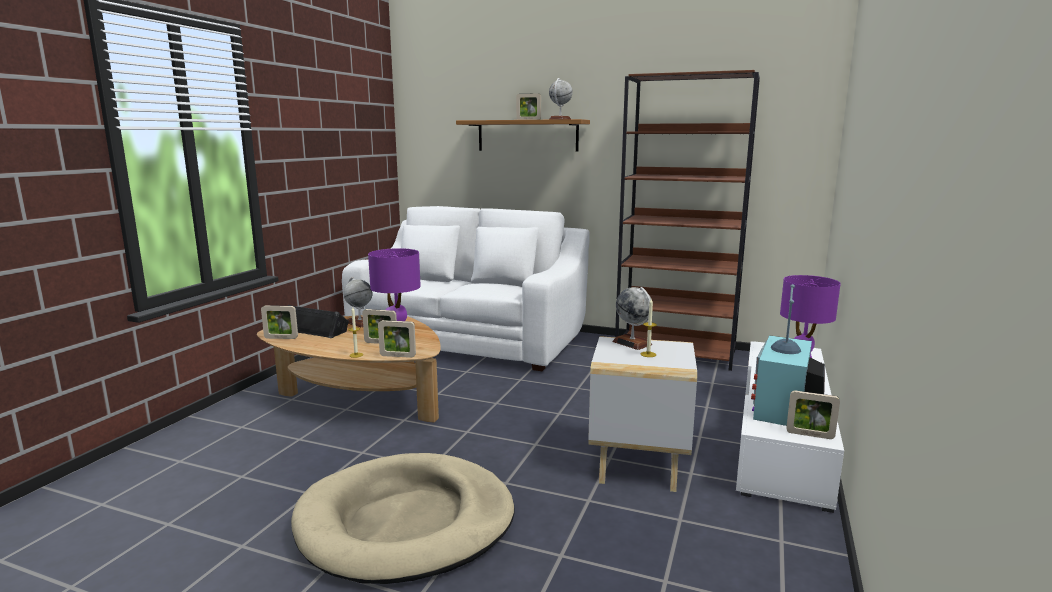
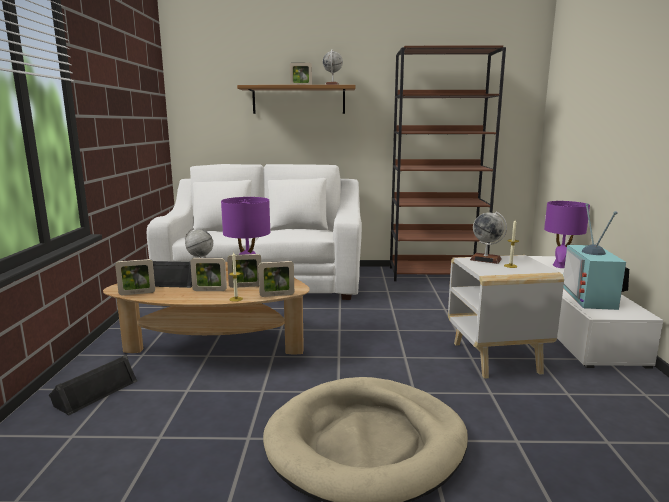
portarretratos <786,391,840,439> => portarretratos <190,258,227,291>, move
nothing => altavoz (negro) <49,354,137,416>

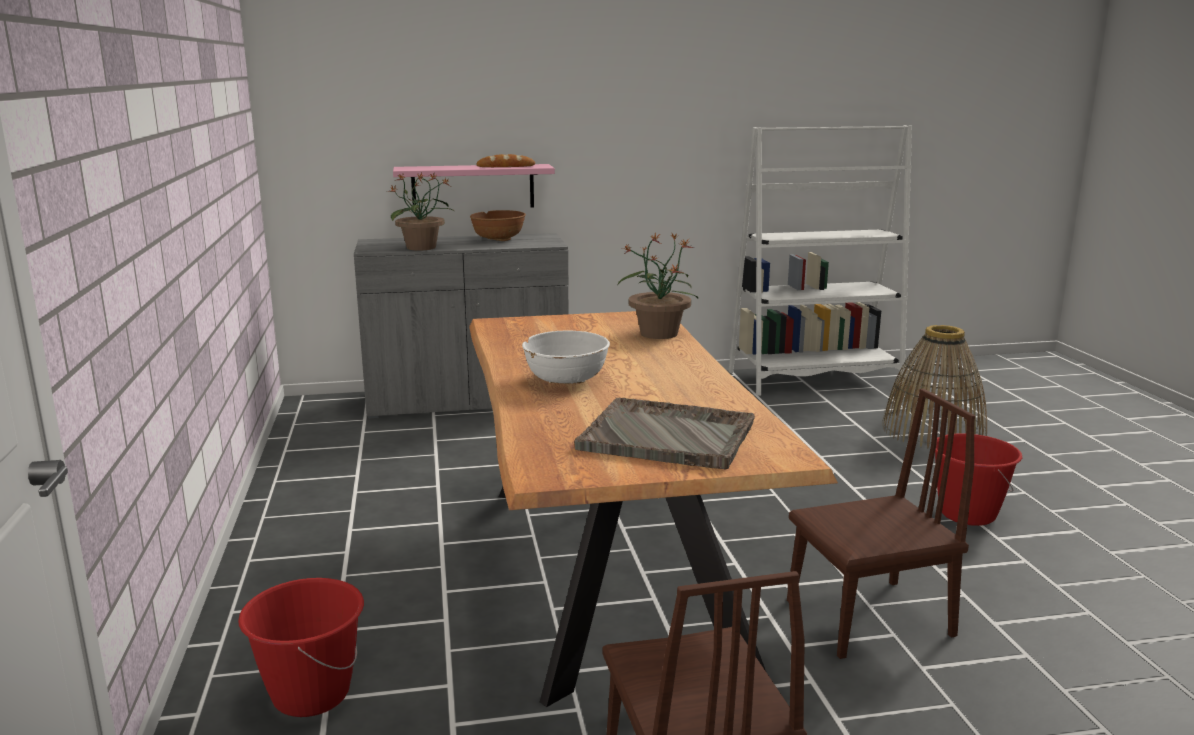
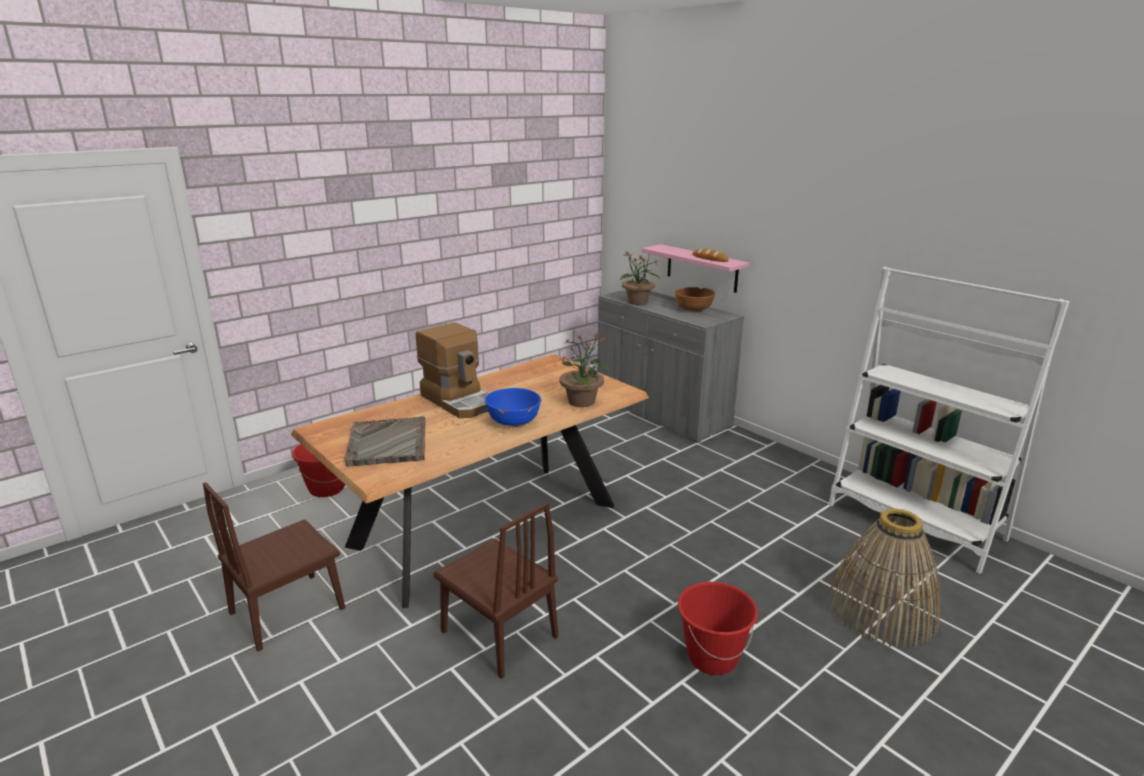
cuenco (blanco) <522,331,610,384> => cafetera <416,322,489,418>
nothing => cuenco (azul) <485,388,541,427>

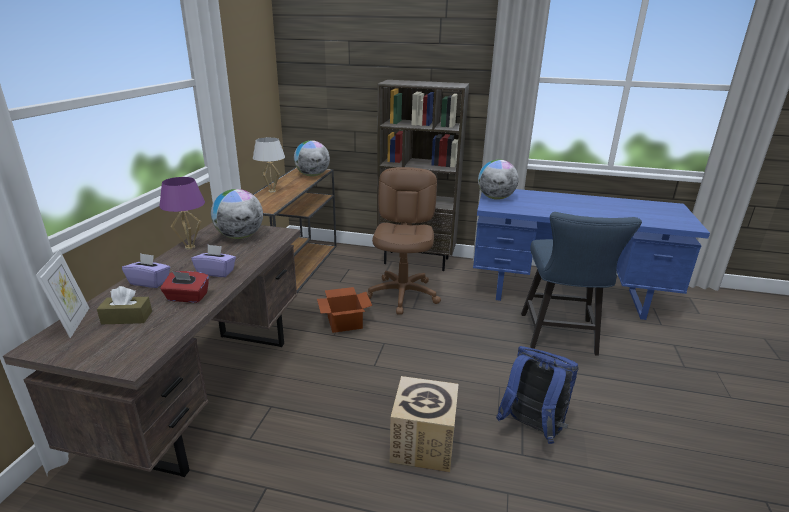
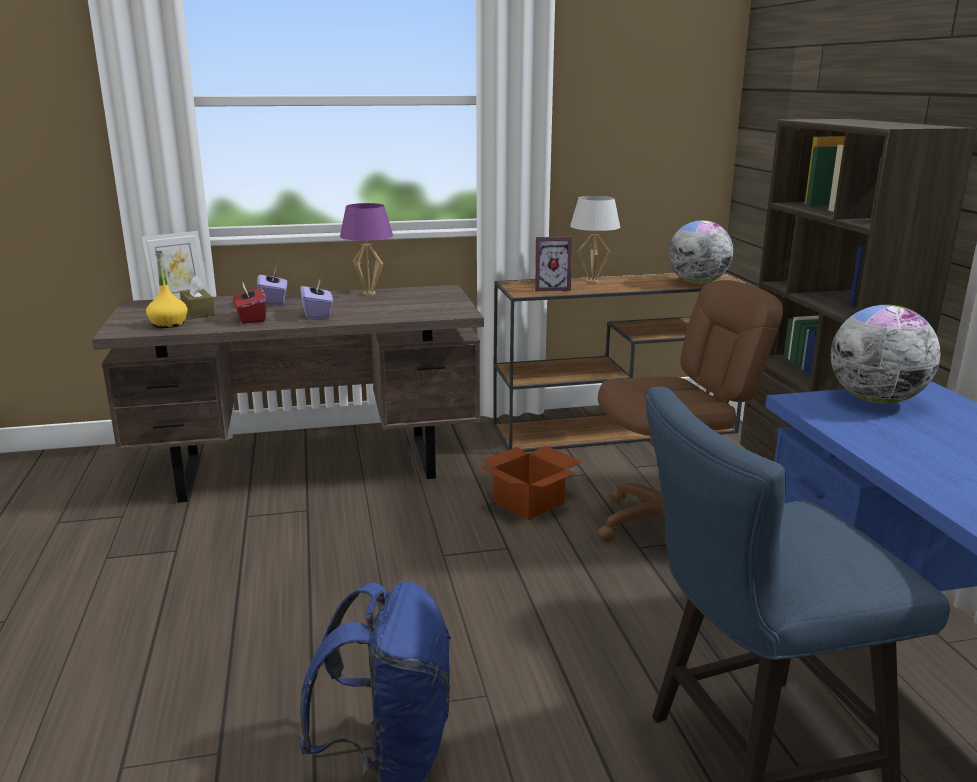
globo terráqueo <211,189,263,239> => nothing
caja de cartón <390,376,459,473> => nothing
nothing => portarretratos <535,236,572,292>
nothing => botella (amarillo) <146,251,188,328>

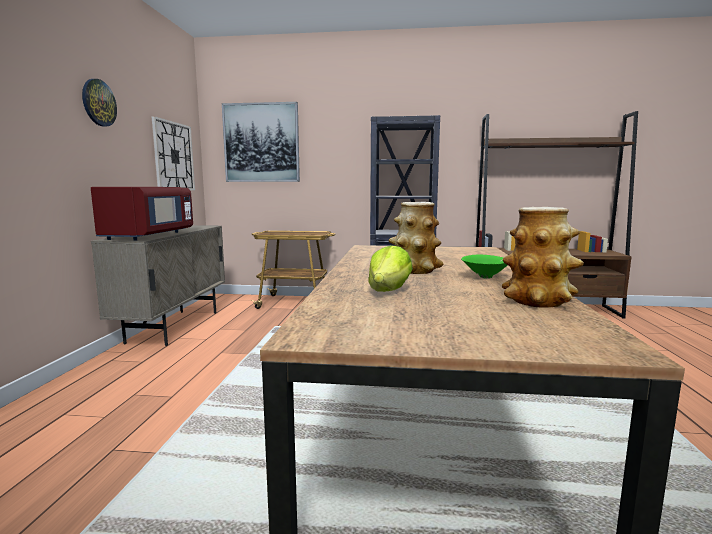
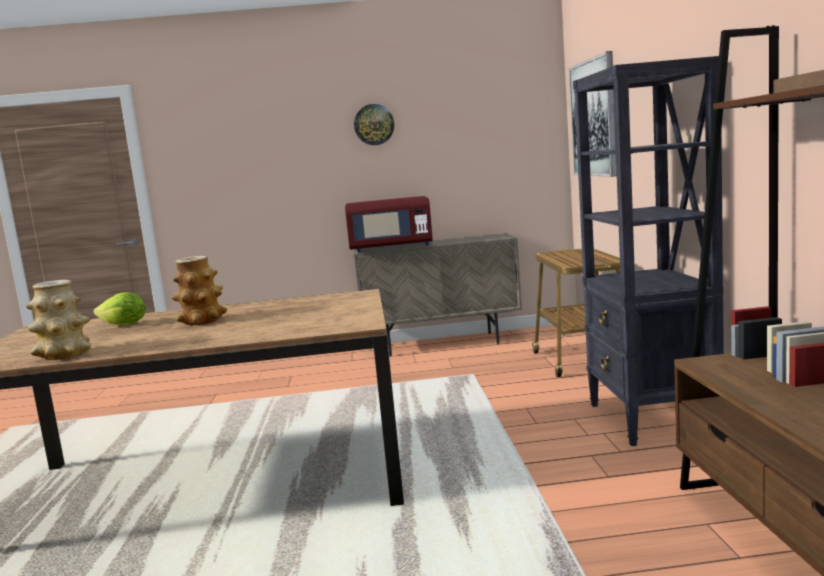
reloj de pared <151,116,195,191> => nothing
cuenco (verde) <461,254,507,279> => nothing

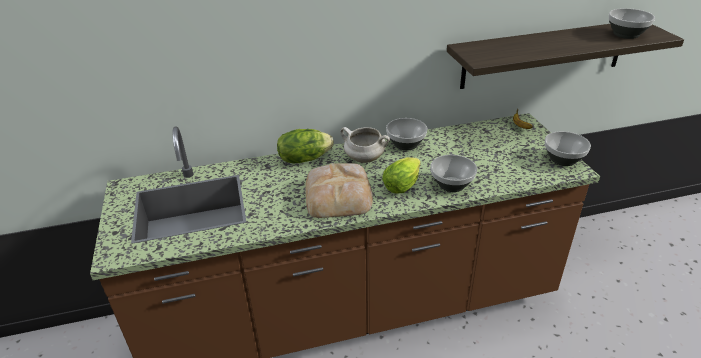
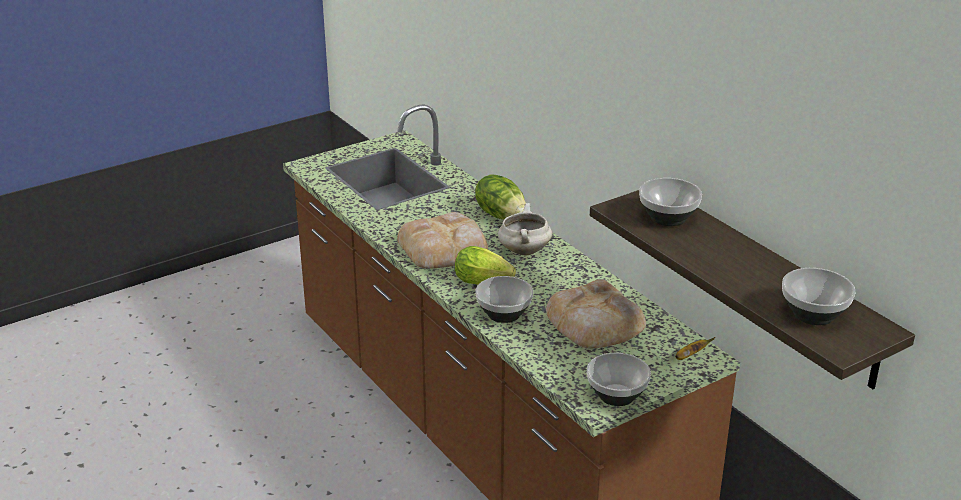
cuenco <386,118,427,150> => cuenco <639,178,702,226>, move
nothing => pan <546,279,646,348>

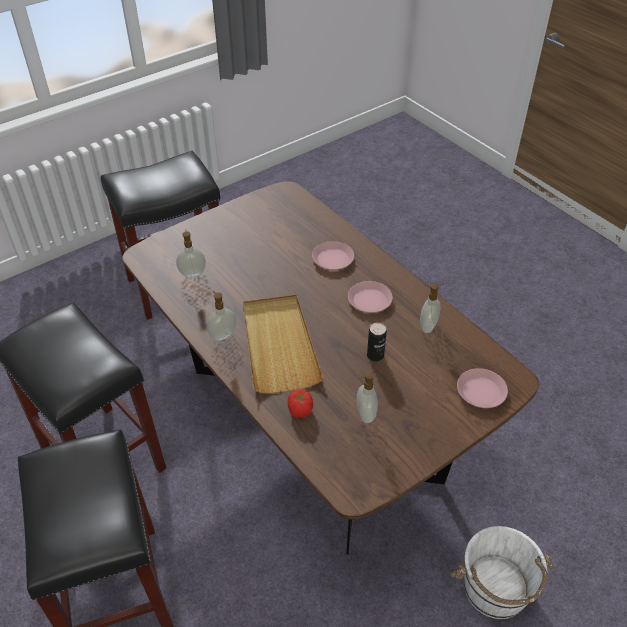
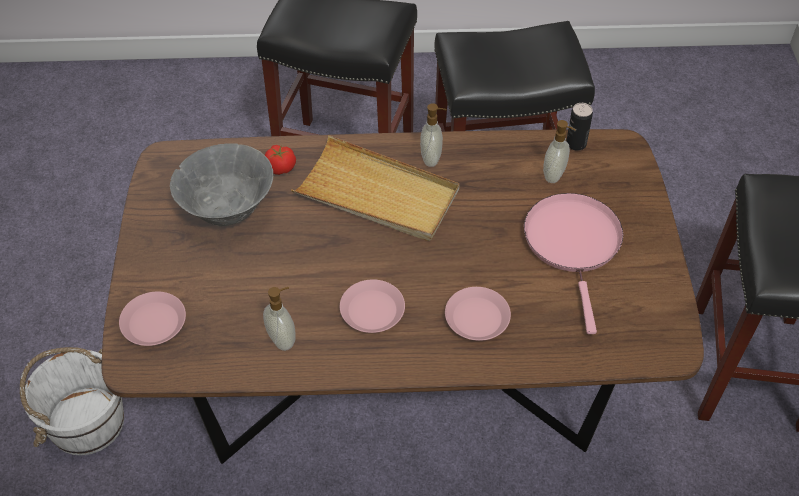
lata <367,323,387,362> => lata <566,103,593,151>, move
dispensador de jabón <357,371,378,423> => cuenco (gris) <170,143,273,226>
nothing => sartén (rosa) <524,193,623,334>

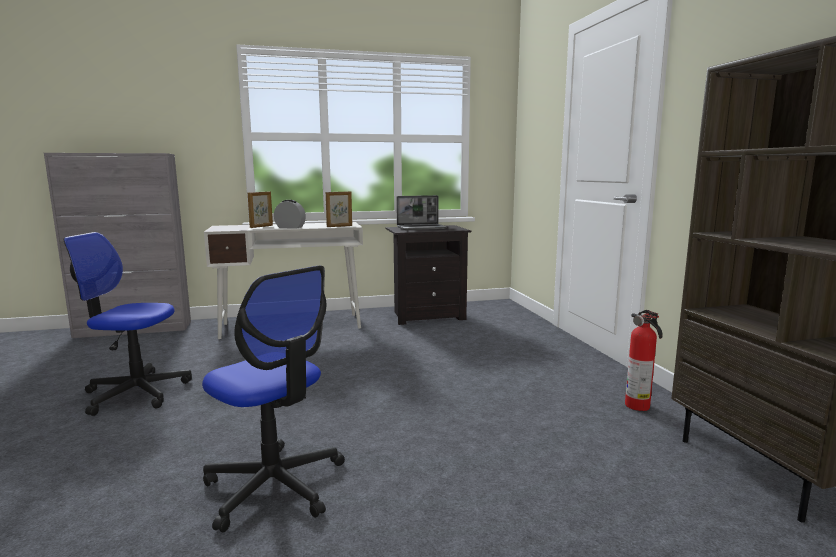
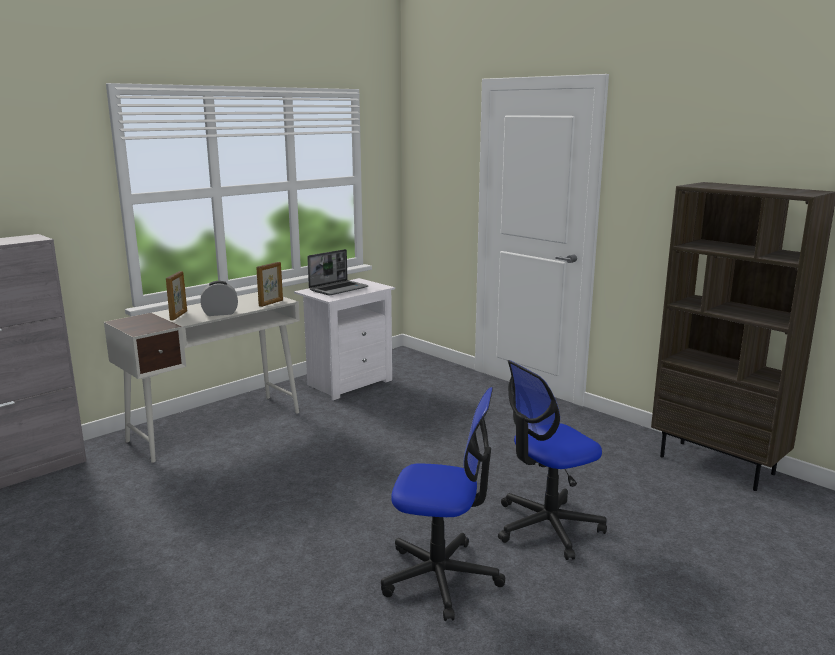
mesita de noche (negro) <385,225,471,325> => mesita de noche (blanco) <294,278,395,400>
silla de oficina <64,232,192,416> => silla de oficina <498,360,607,560>, move
extintor <625,310,663,411> => nothing

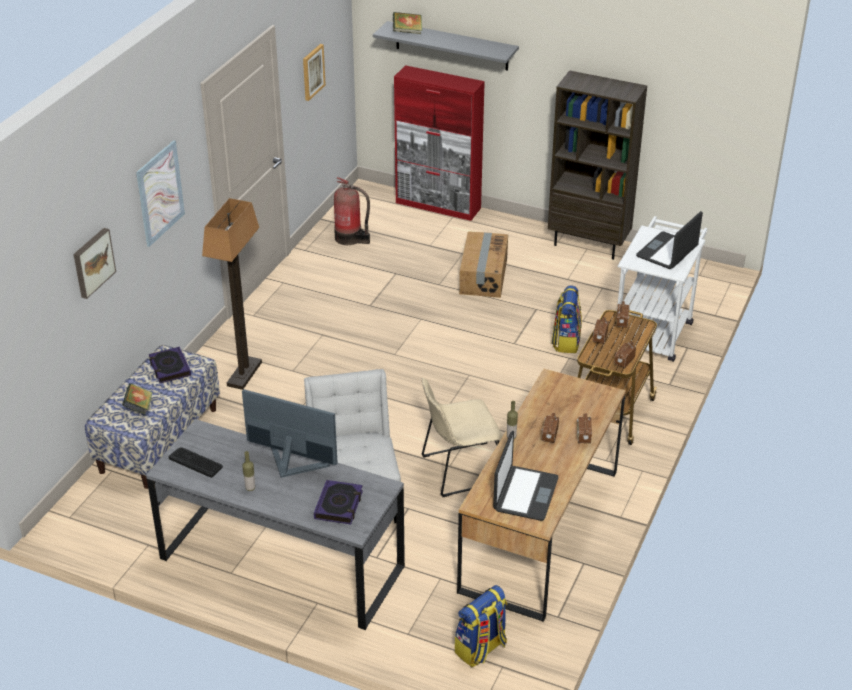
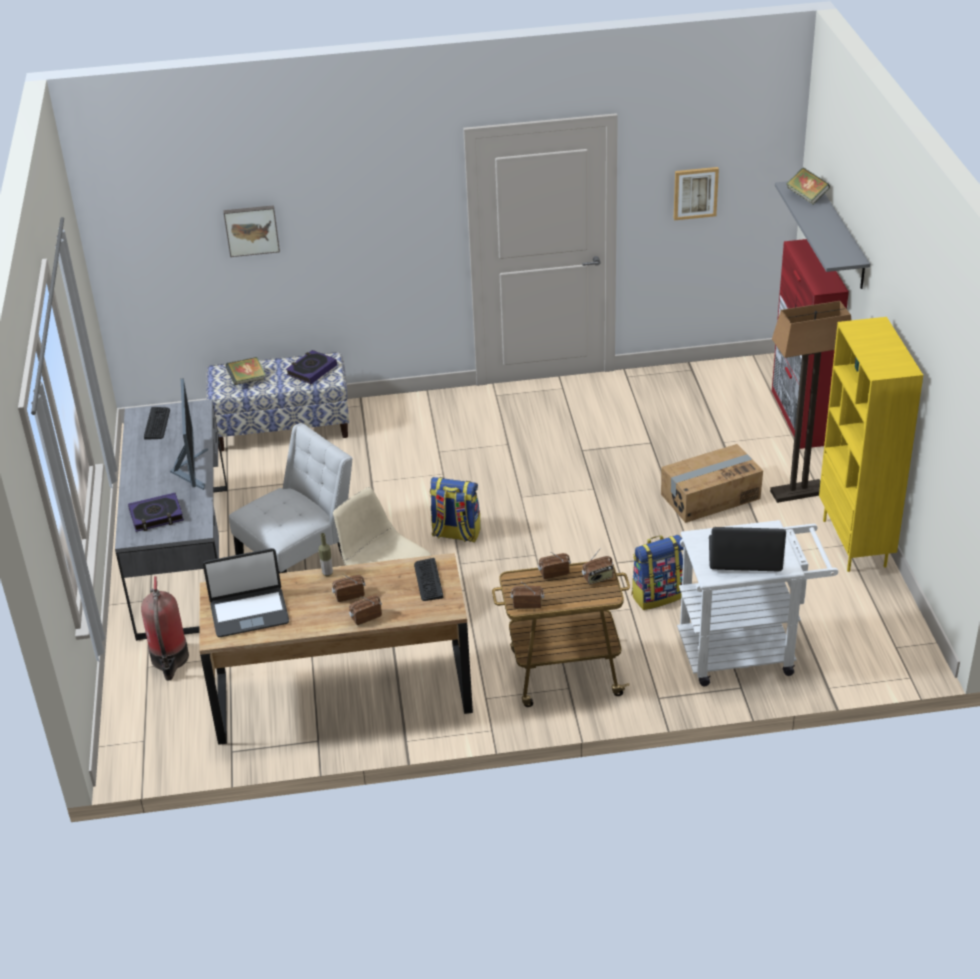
estantería (marrón) <548,70,647,260> => estantería (amarillo) <819,317,923,572>
cuadro <136,140,185,247> => nothing
extintor <334,177,370,245> => extintor <141,576,189,681>, move
lámpara de pie <202,198,262,390> => lámpara de pie <770,301,851,503>, move
botella <242,451,255,491> => nothing
mochila <455,585,507,667> => mochila <430,477,480,542>, move
nothing => teclado <414,558,443,601>

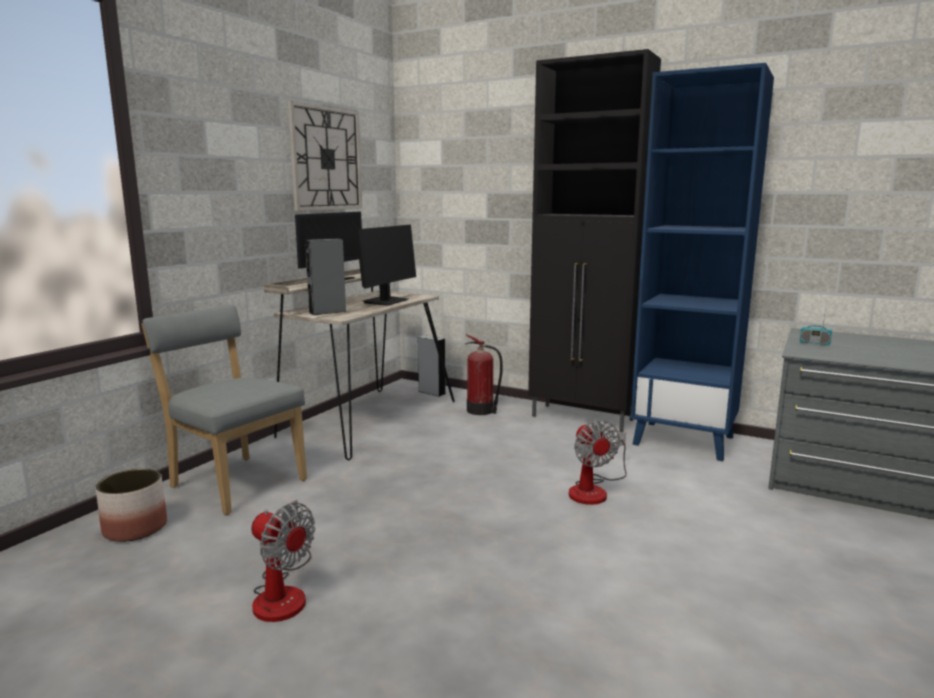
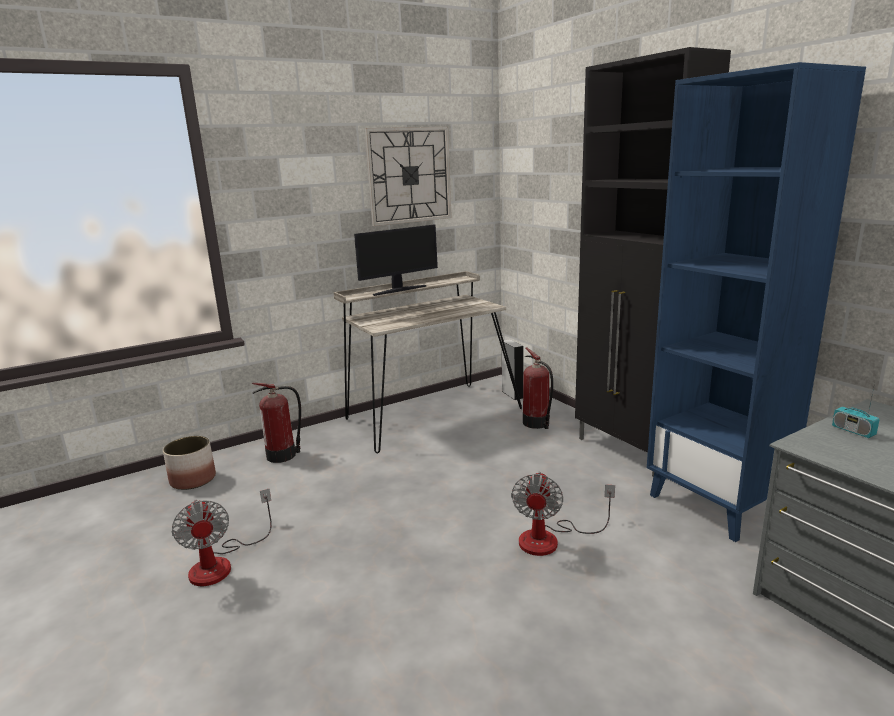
monitor <356,225,416,306> => nothing
altavoz (gris) <305,239,346,315> => nothing
silla (gris) <141,305,307,515> => extintor <252,383,301,463>

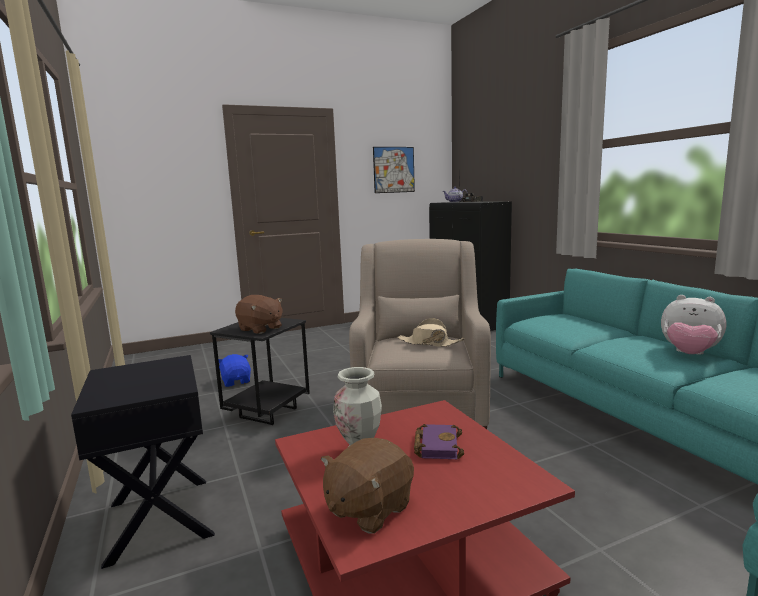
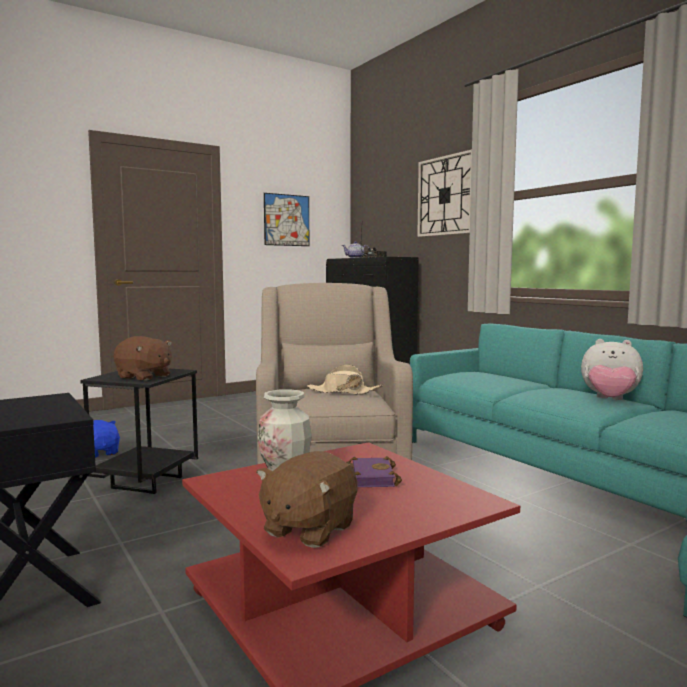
nothing => reloj de pared <417,149,472,237>

